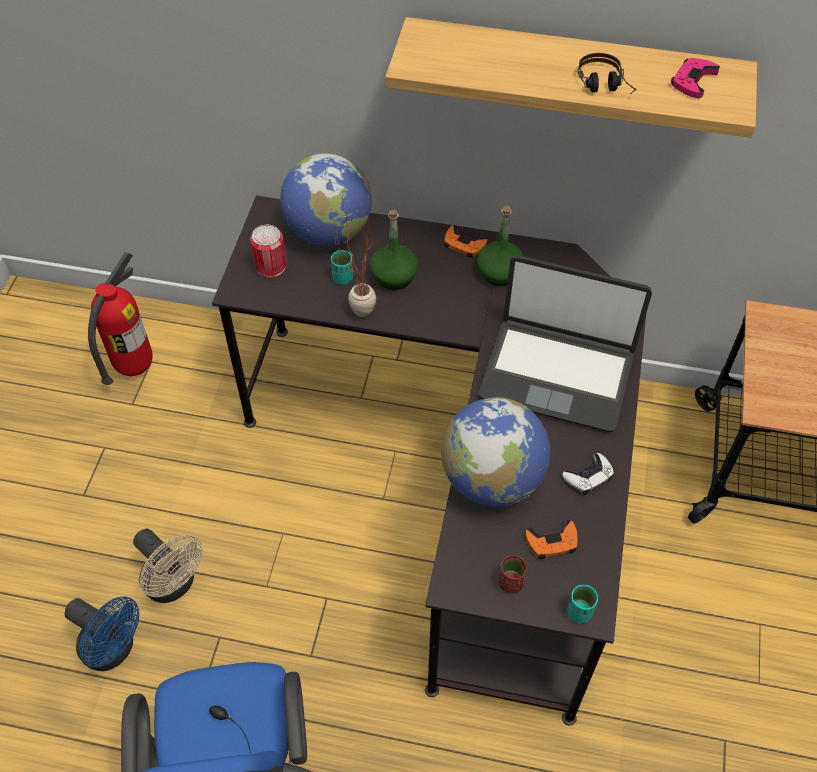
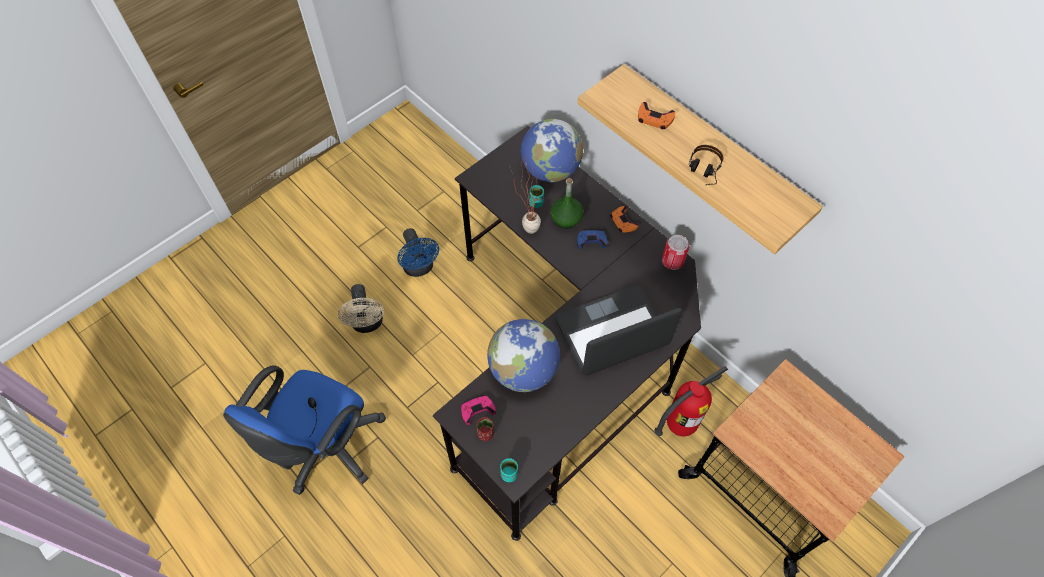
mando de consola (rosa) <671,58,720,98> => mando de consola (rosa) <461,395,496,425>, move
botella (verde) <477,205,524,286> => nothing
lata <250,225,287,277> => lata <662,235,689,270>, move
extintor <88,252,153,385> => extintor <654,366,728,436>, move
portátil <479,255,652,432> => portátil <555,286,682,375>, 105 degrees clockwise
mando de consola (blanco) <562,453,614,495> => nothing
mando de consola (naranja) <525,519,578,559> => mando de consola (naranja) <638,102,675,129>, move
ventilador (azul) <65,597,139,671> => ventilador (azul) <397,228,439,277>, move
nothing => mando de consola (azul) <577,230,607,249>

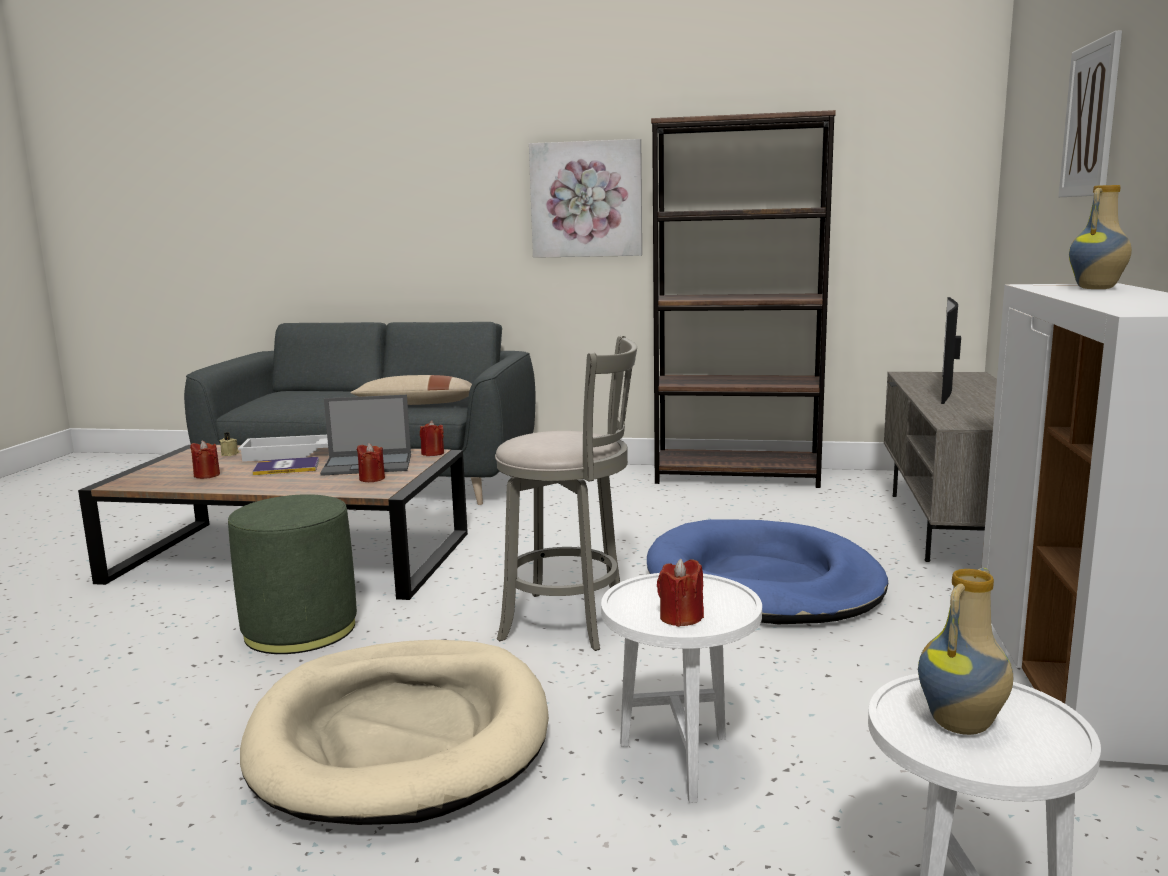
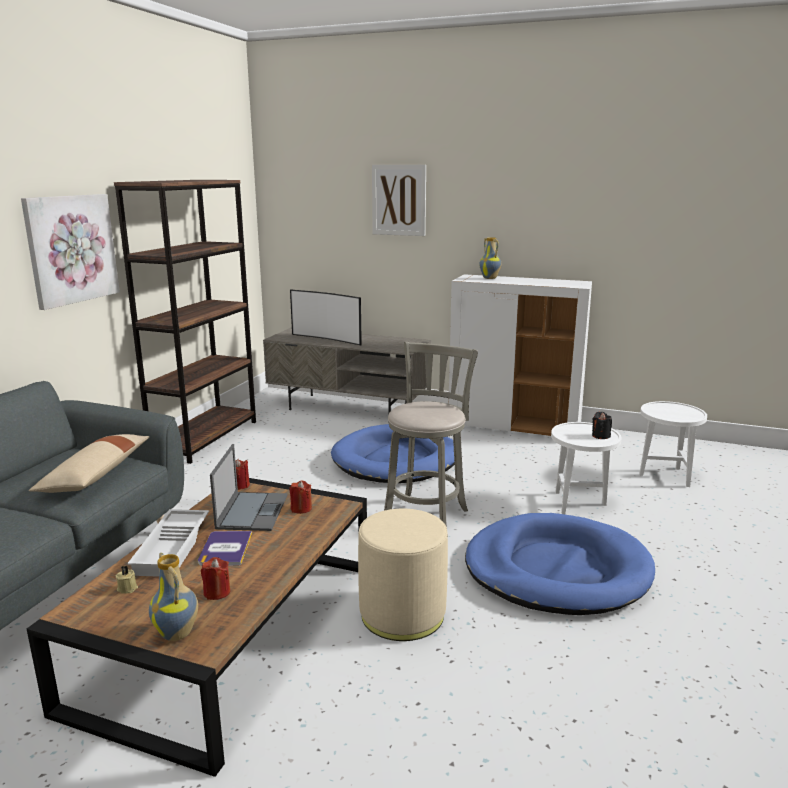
puf (verde) <228,494,357,654> => puf (beis) <358,509,448,641>
vela (rojo) <657,558,704,627> => vela (negro) <592,411,612,439>
florero <918,568,1013,735> => florero <149,553,198,641>, move
cama para perro (beis) <240,640,549,825> => cama para perro (azul) <465,513,655,615>

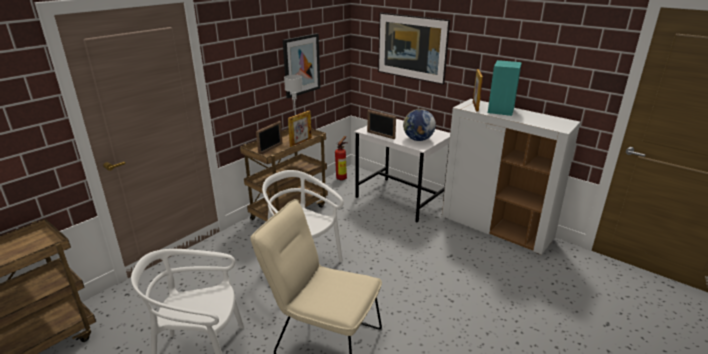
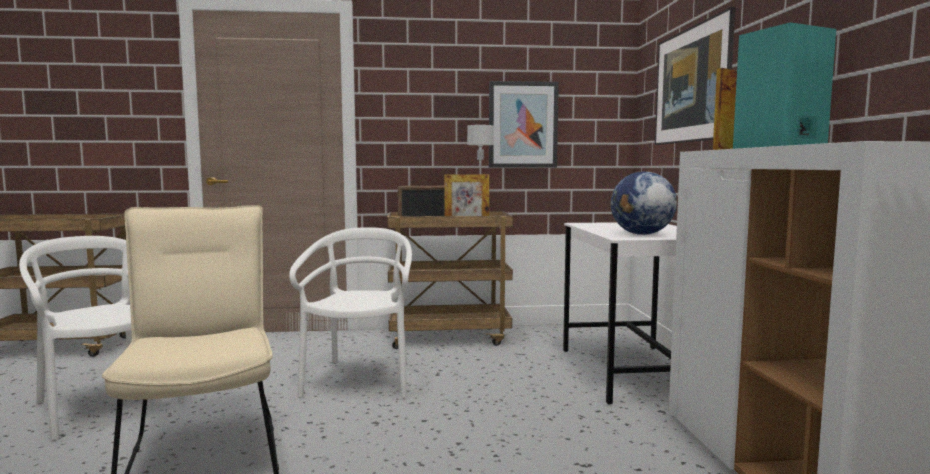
portarretratos <367,110,396,139> => nothing
extintor <335,136,347,180> => nothing

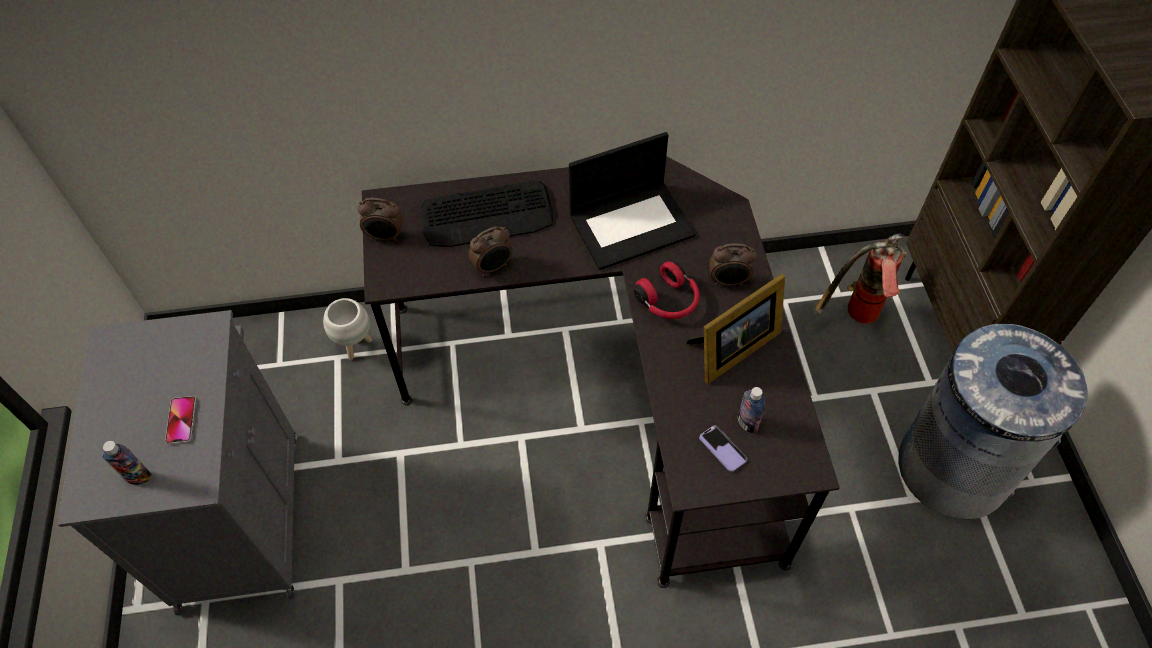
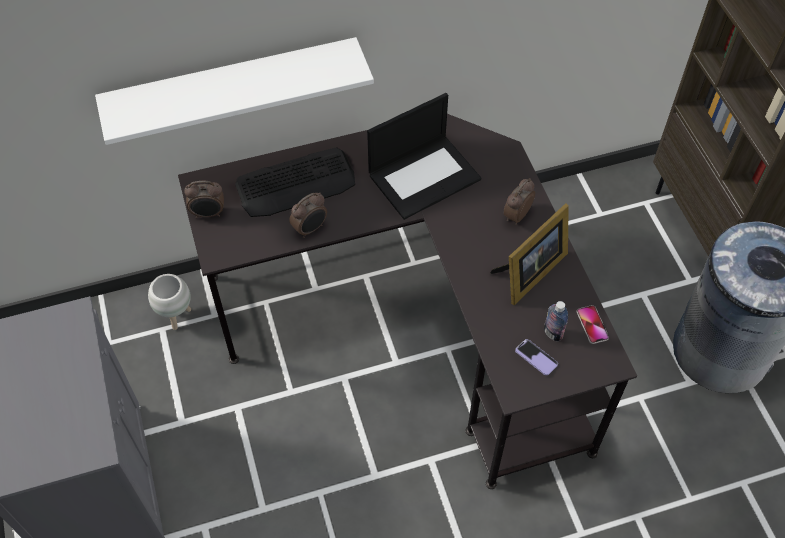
extintor <814,233,907,324> => nothing
despertador <709,244,757,286> => despertador <504,178,535,225>, 135 degrees clockwise
auriculares (rojo) <634,261,700,319> => nothing
móvil <165,396,196,444> => móvil <577,305,609,344>, move
botella <103,441,151,485> => nothing
nothing => estante (blanco) <95,37,374,145>

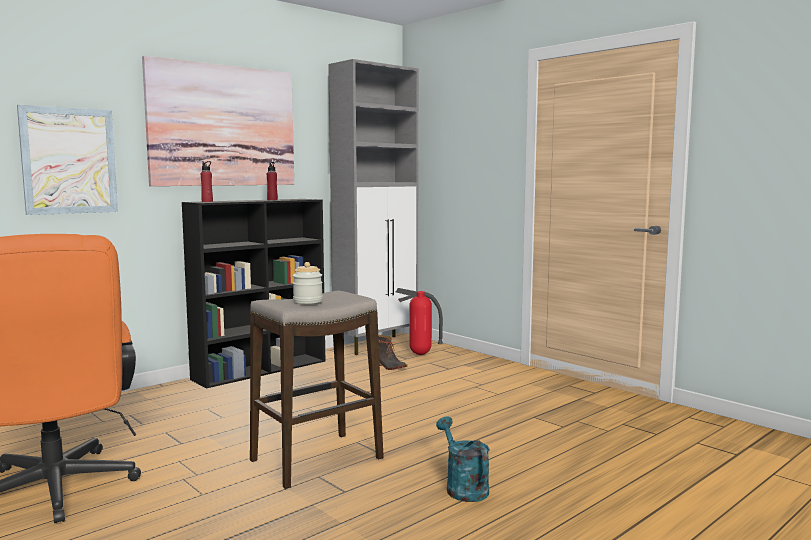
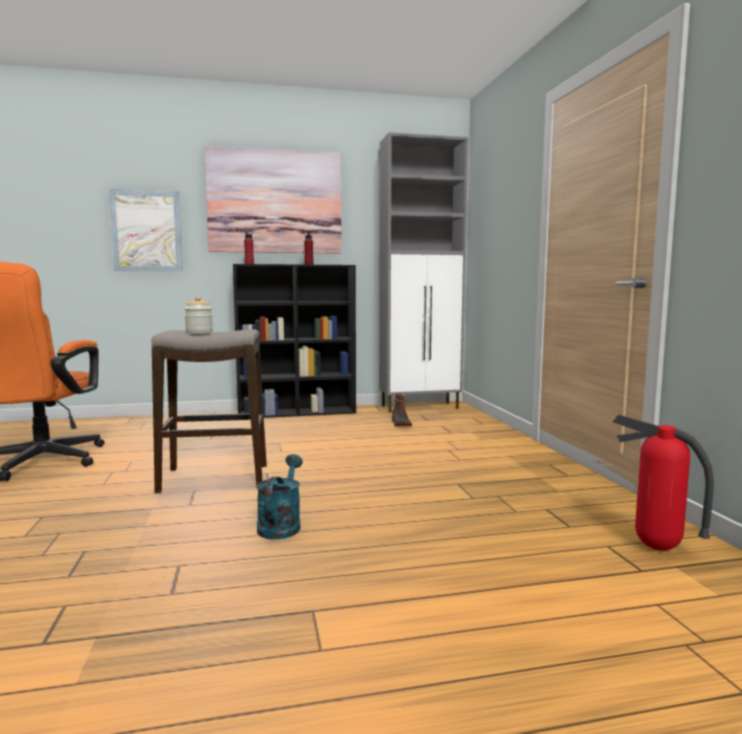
extintor <396,288,443,355> => extintor <613,415,714,551>, move

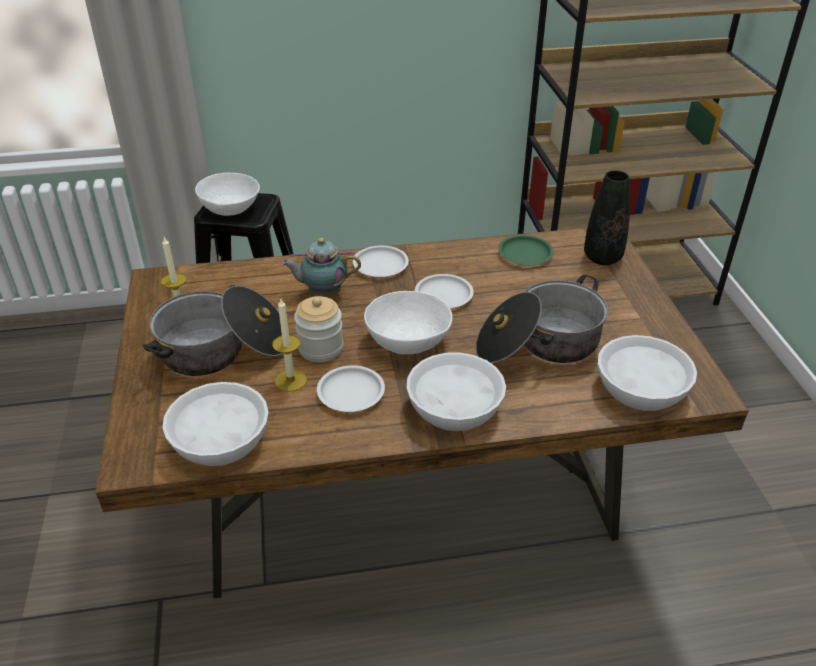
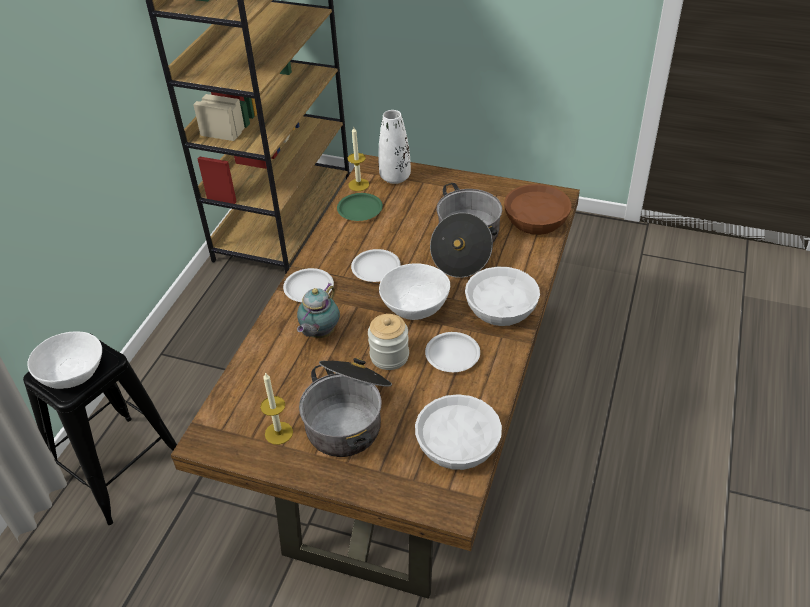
florero (negro) <584,170,630,265> => florero (blanco) <378,110,411,184>
vela <272,299,307,392> => vela <347,127,369,191>, move
cuenco (blanco) <598,335,697,411> => cuenco (marrón) <504,184,572,235>

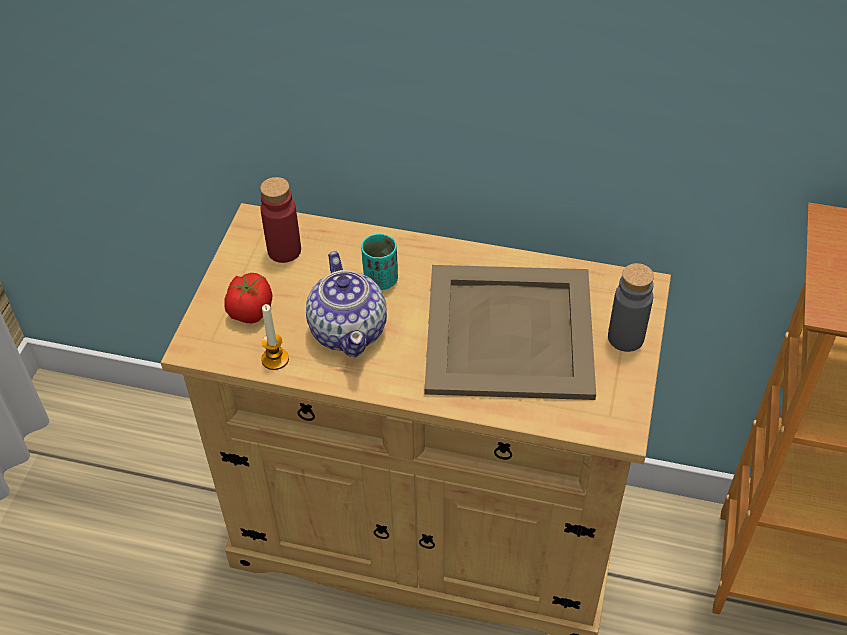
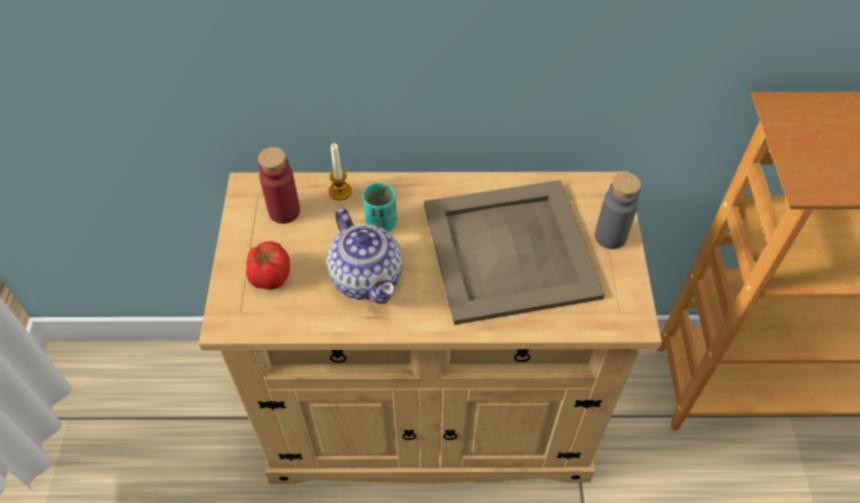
vela <261,304,289,370> => vela <329,143,352,200>, move

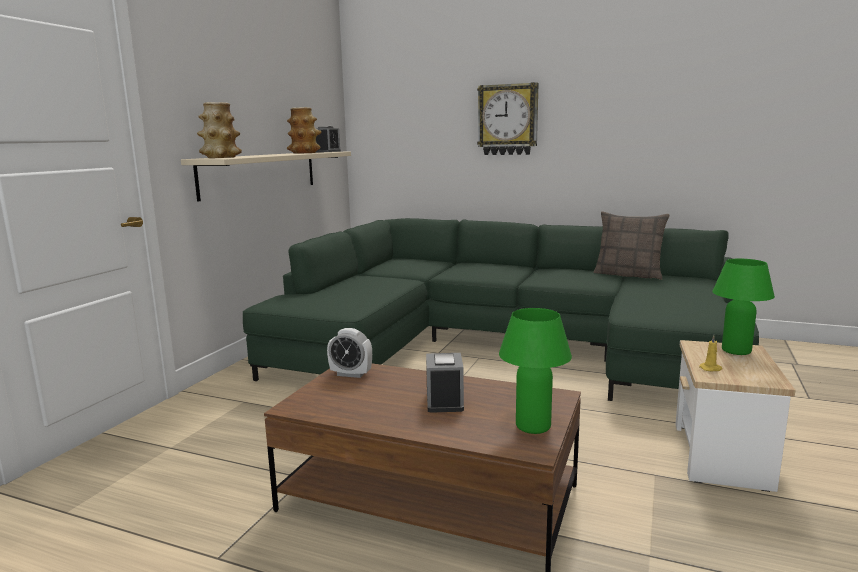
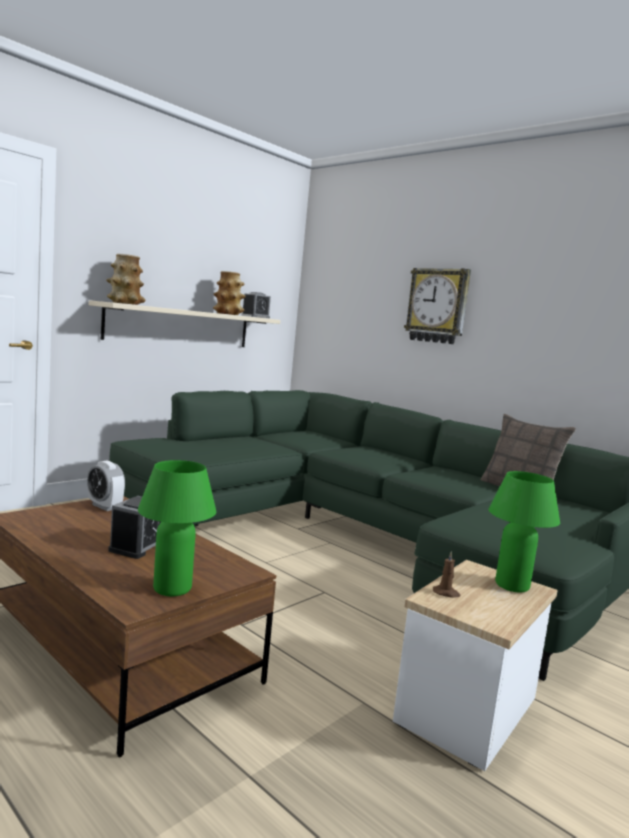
vela (amarillo) <699,335,722,372> => vela (marrón) <433,551,461,598>

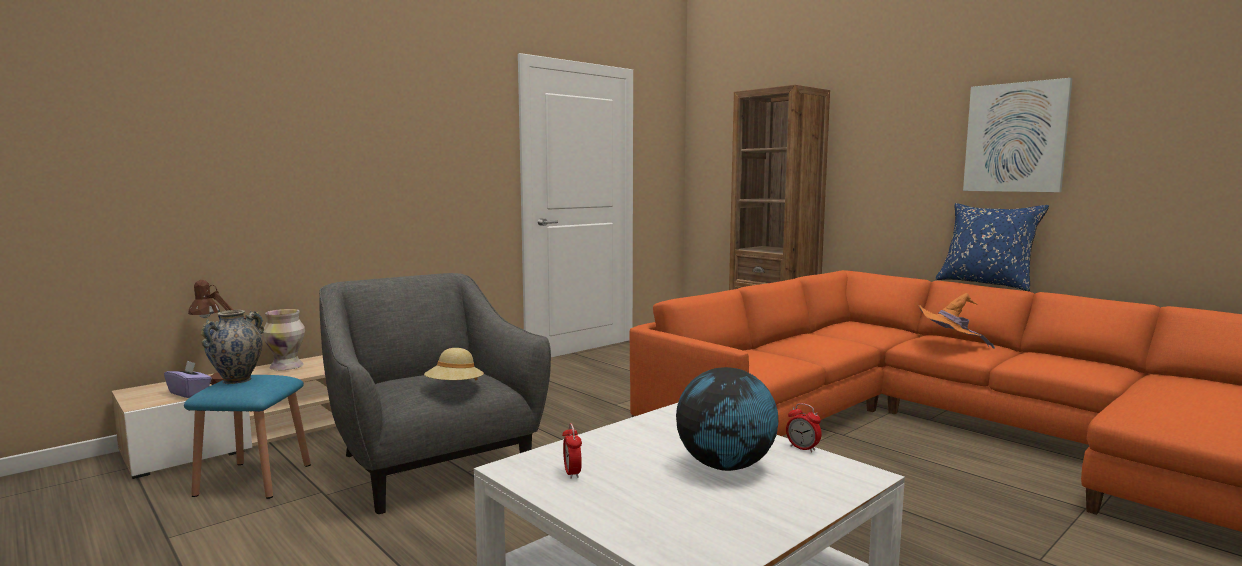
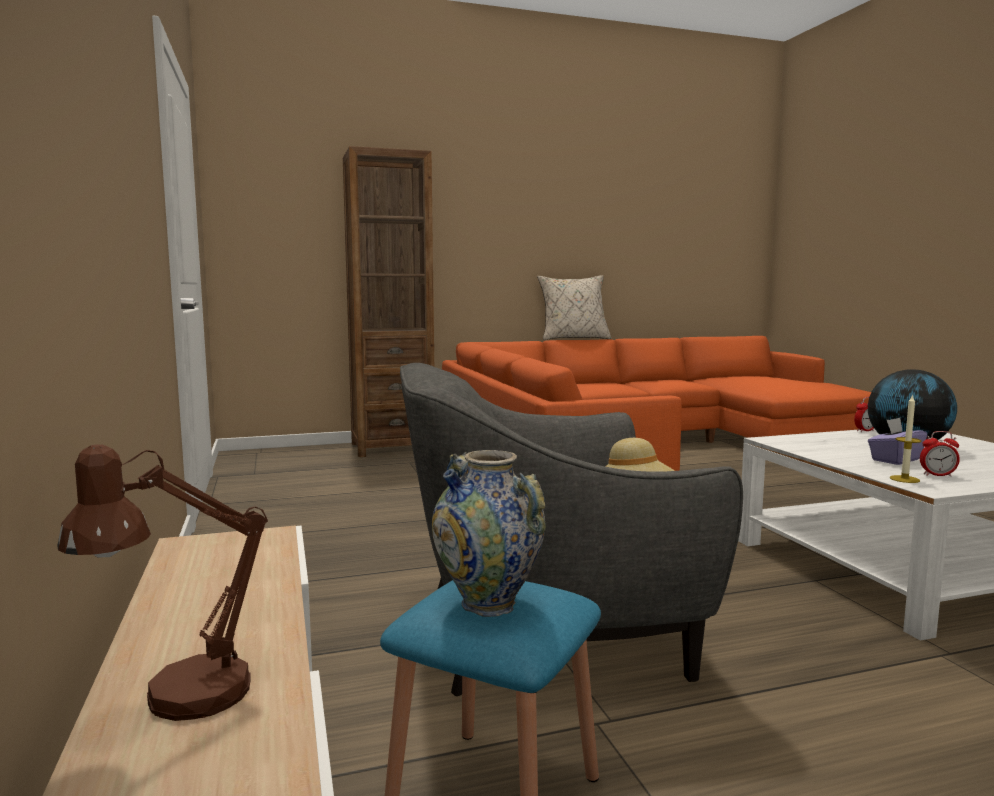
cuadro <963,78,1073,192> => nothing
cojín (azul) <936,203,1049,291> => cojín (beis) <537,275,612,340>
sombrero (naranja) <918,293,995,349> => nothing
florero <262,309,305,370> => nothing
caja de pañuelos (morado) <164,360,212,398> => caja de pañuelos (morado) <868,418,927,465>, move
nothing => vela <890,394,922,483>

